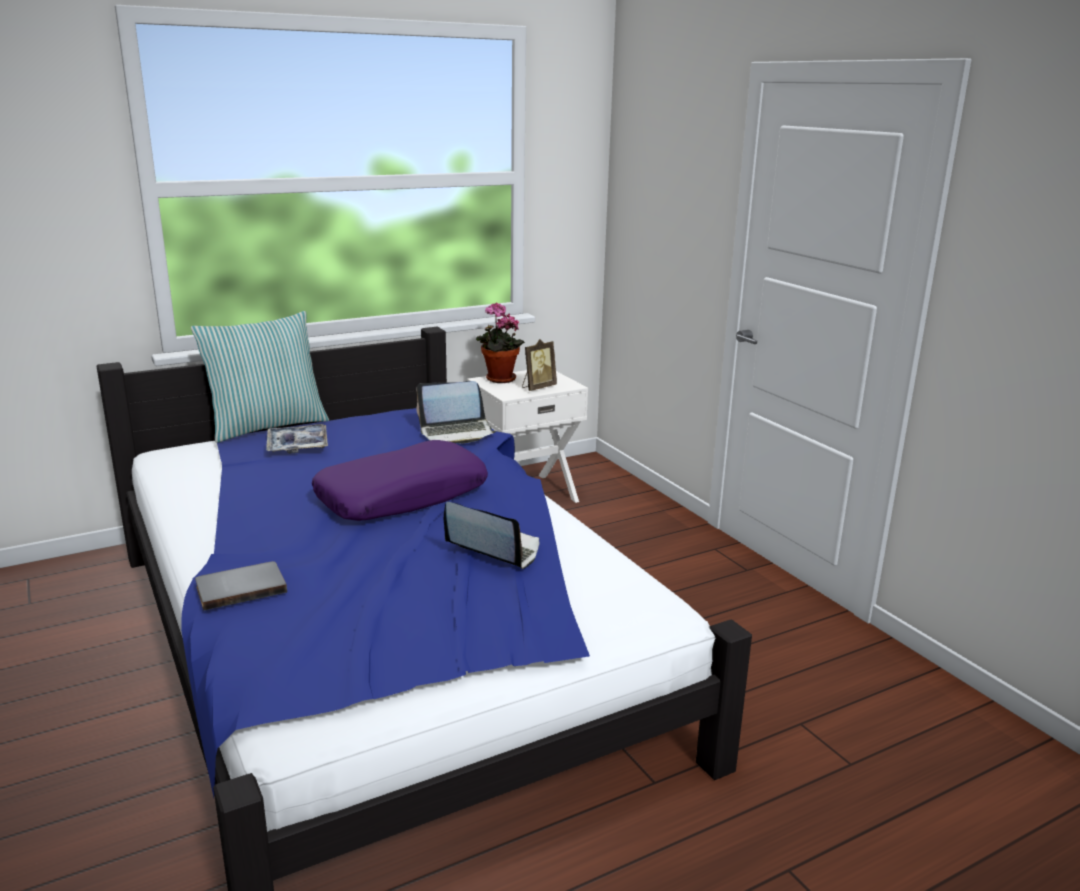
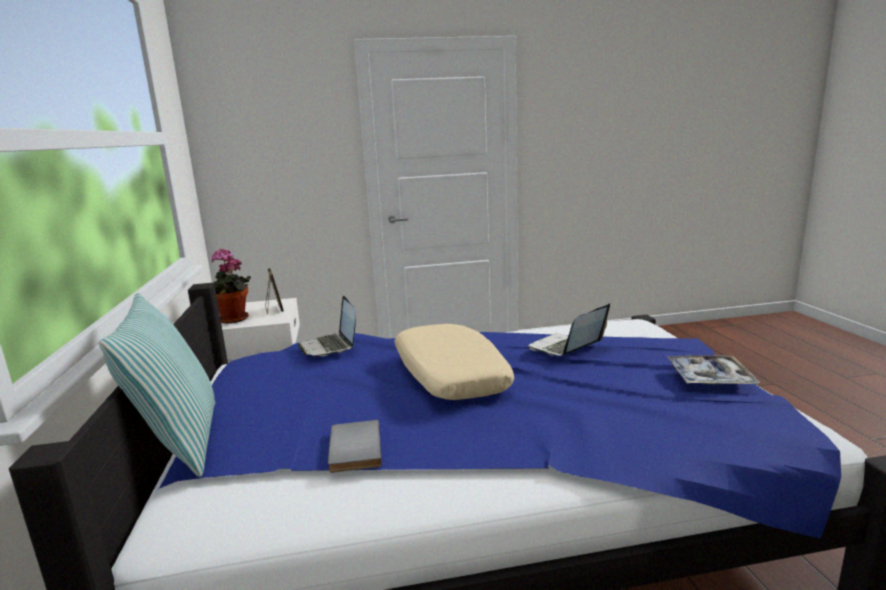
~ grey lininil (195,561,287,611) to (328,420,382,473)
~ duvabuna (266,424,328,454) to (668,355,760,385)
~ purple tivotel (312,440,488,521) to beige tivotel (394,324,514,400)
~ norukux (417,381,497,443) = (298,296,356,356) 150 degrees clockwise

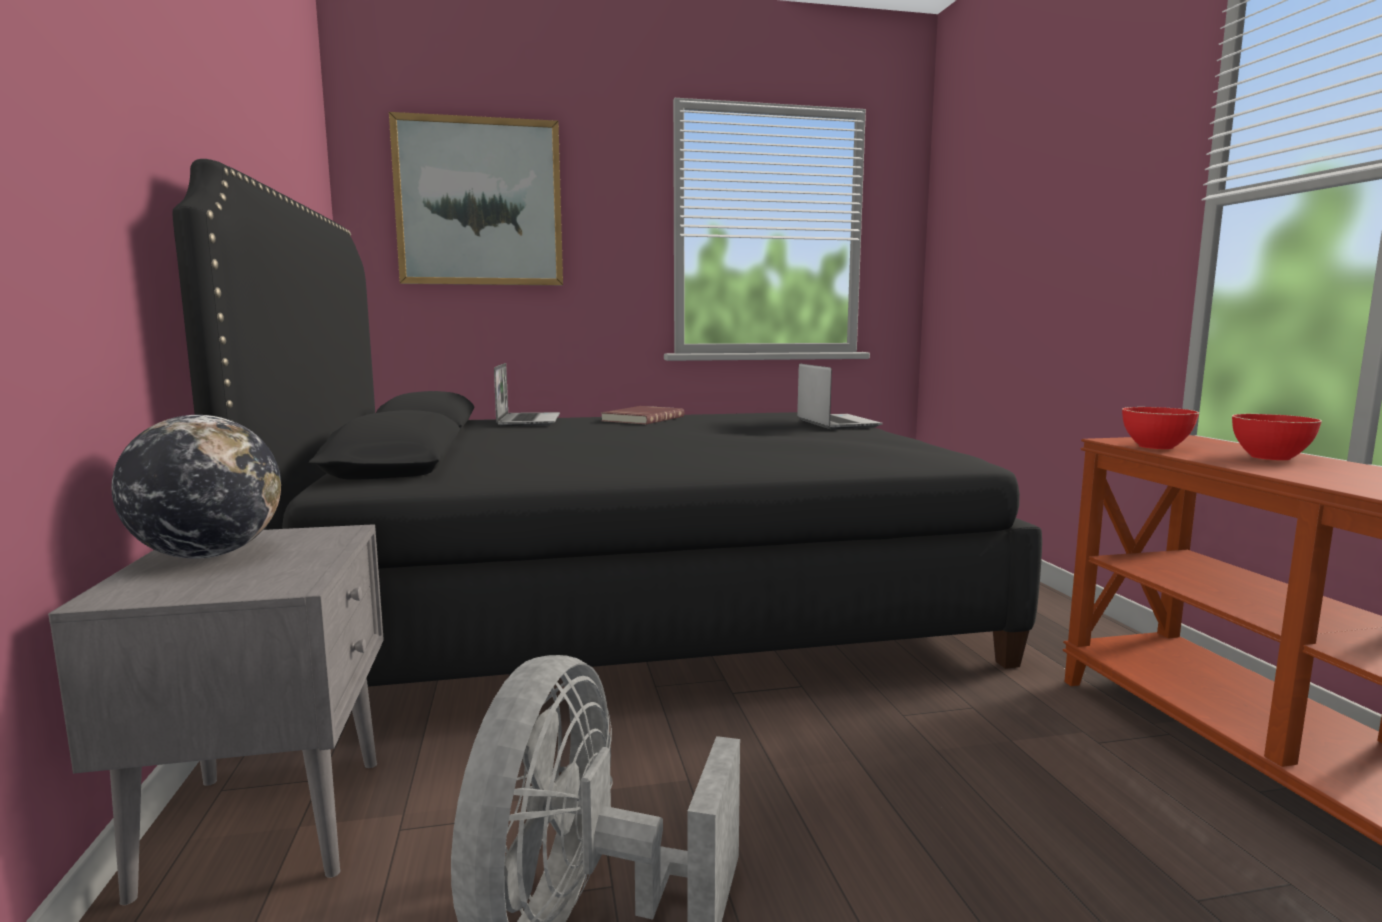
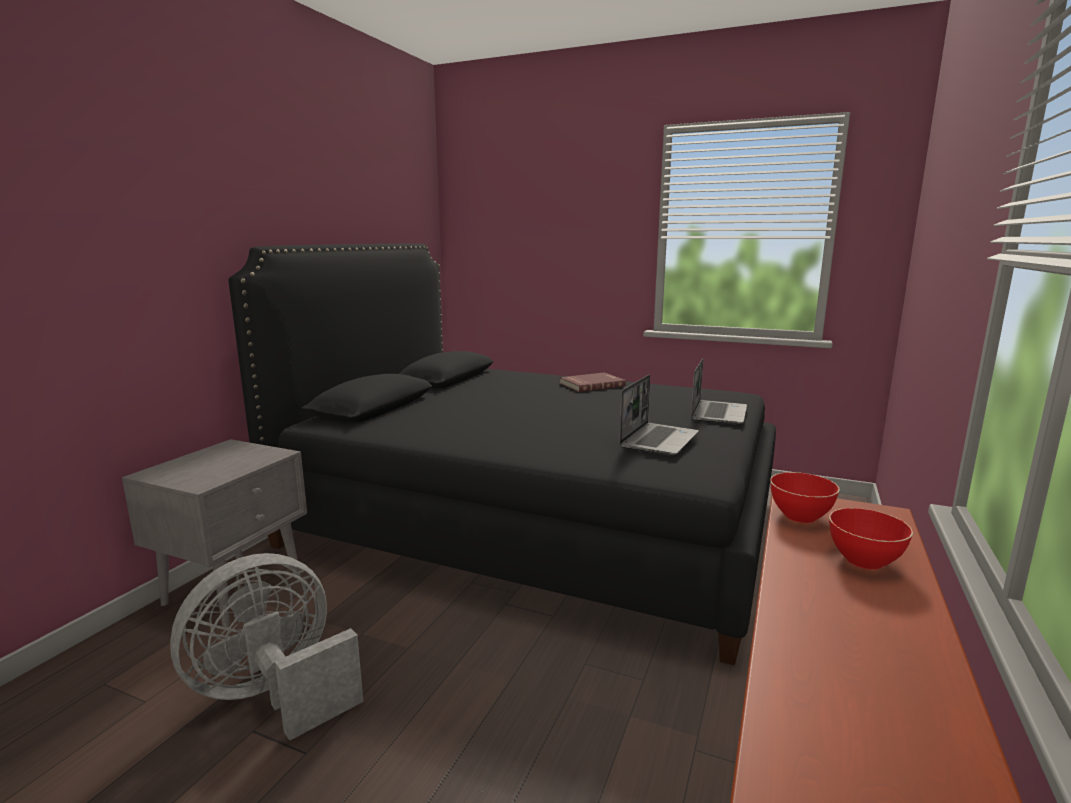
- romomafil (112,415,281,559)
- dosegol (389,112,563,285)
~ norukux (494,363,560,426) to (619,374,699,455)

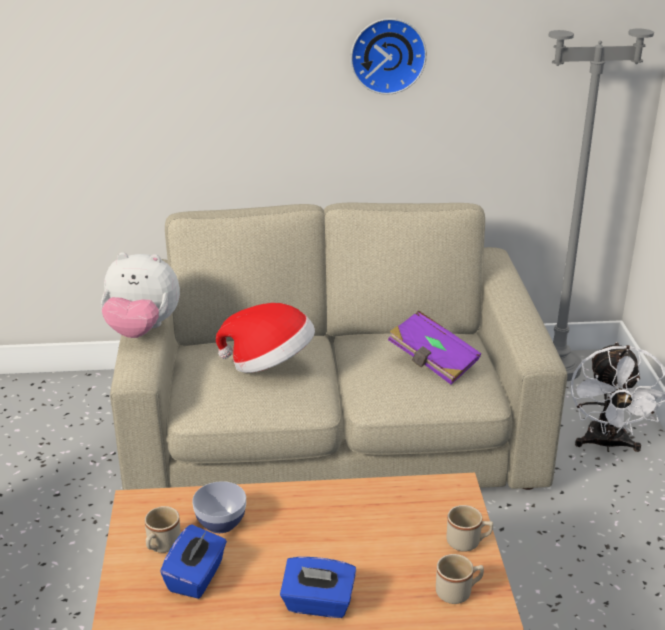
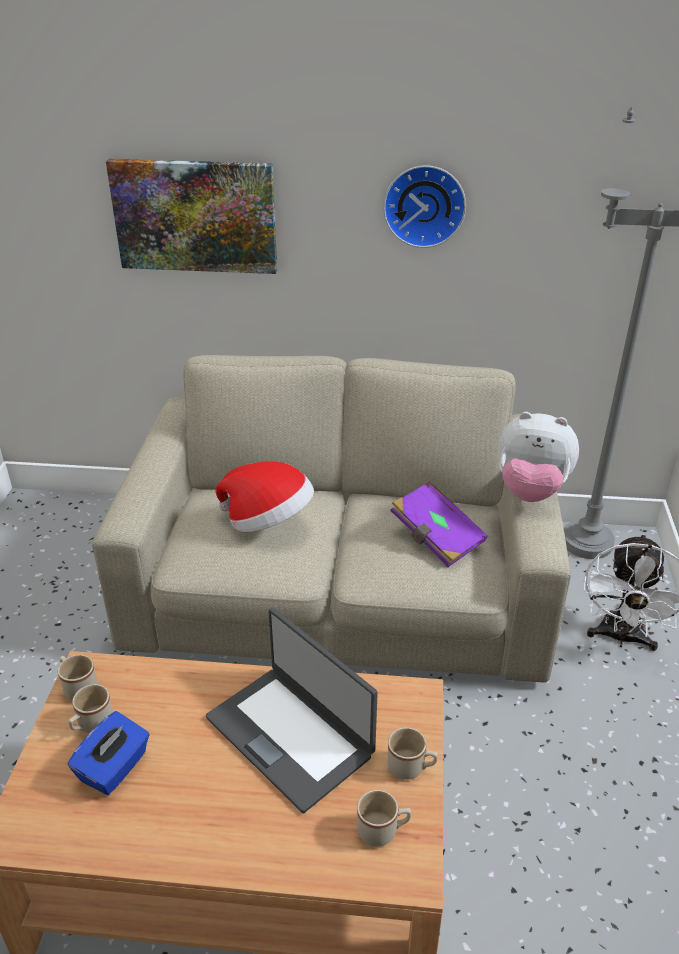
~ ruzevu (101,252,180,338) to (498,412,579,502)
- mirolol (192,481,246,533)
- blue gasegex (280,557,356,618)
+ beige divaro (58,655,98,700)
+ dosegol (106,159,277,274)
+ norukux (206,608,378,813)

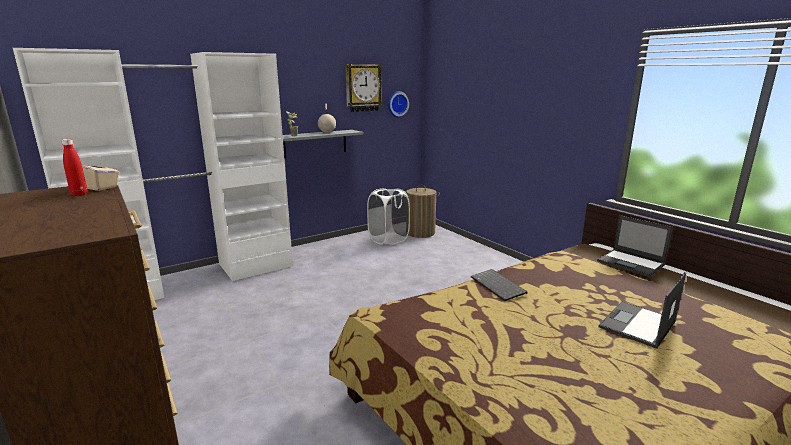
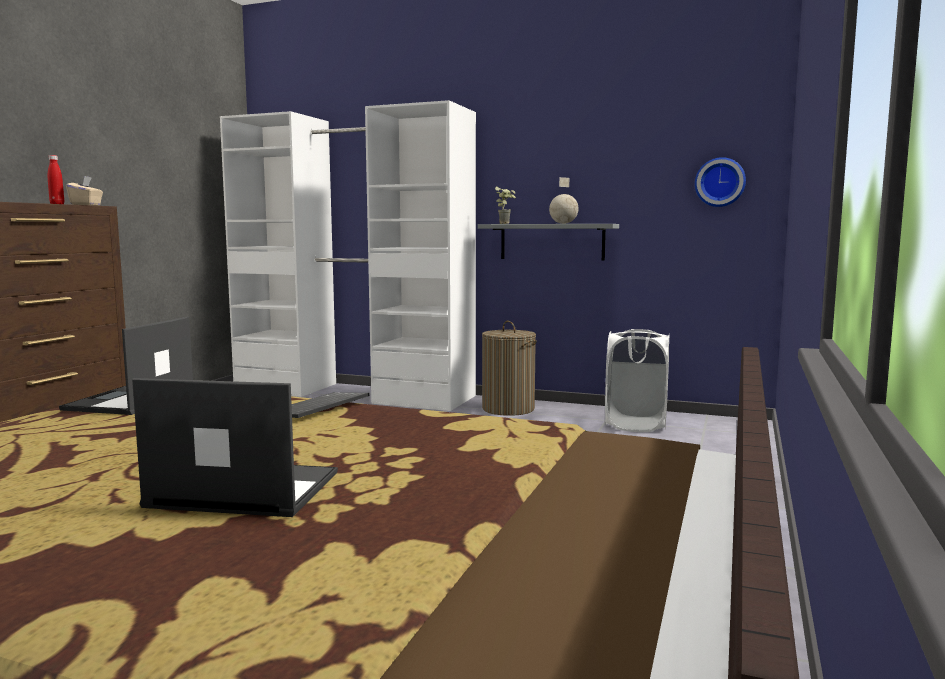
- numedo (345,64,383,112)
~ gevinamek (406,185,440,238) to (482,321,537,416)
~ norukux (597,215,673,277) to (59,317,193,415)

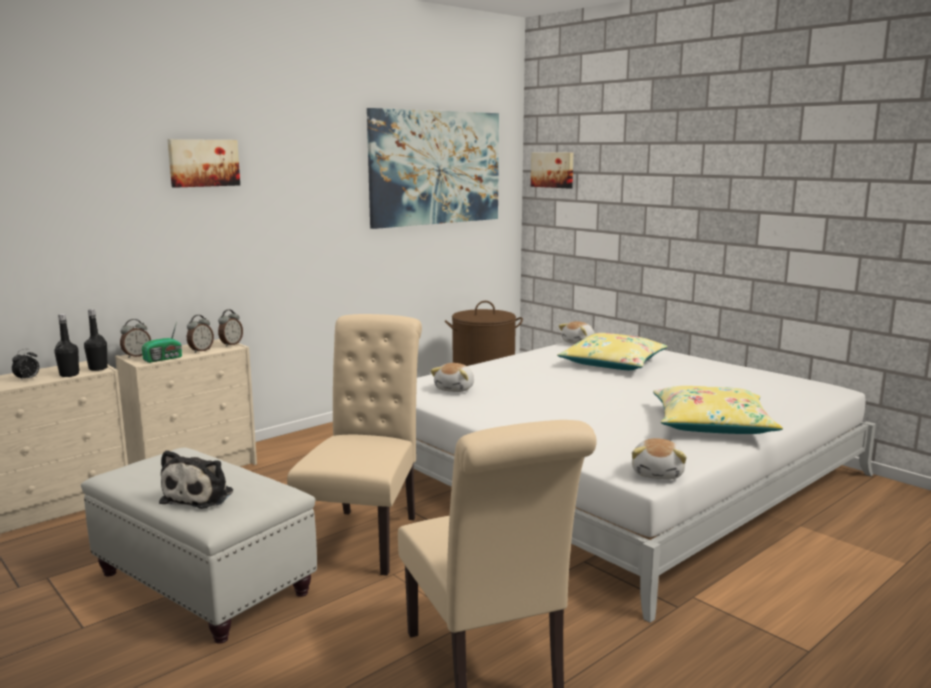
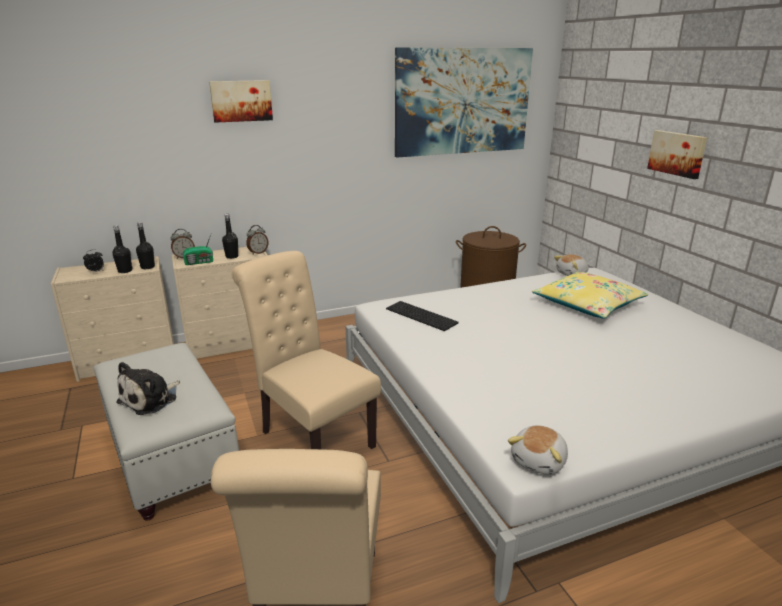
~ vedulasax (187,315,214,353) to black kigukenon (222,214,238,259)
~ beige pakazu (287,314,422,576) = (232,251,381,449) 75 degrees counterclockwise
~ ruzevu (430,363,474,392) to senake (386,301,458,331)
~ dosegol (531,152,574,189) to (647,130,707,179)
- yellow tivotel (653,386,783,434)

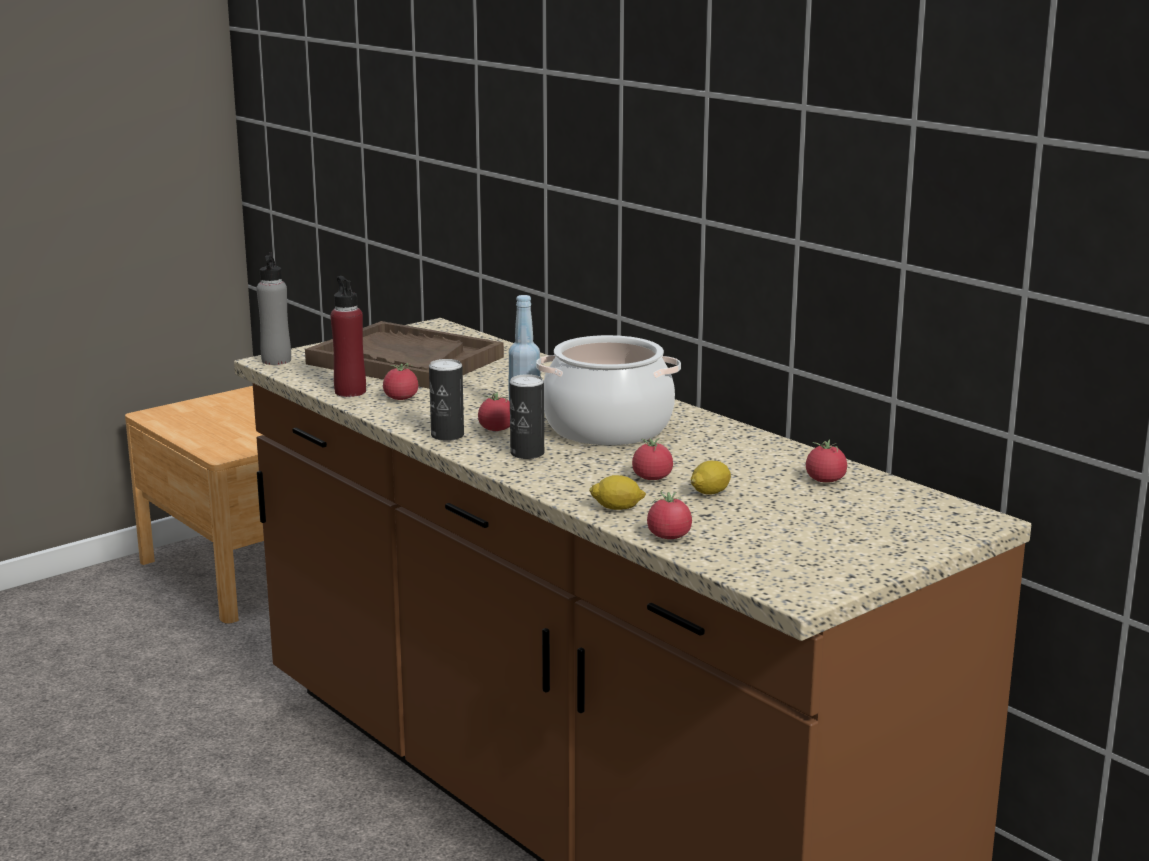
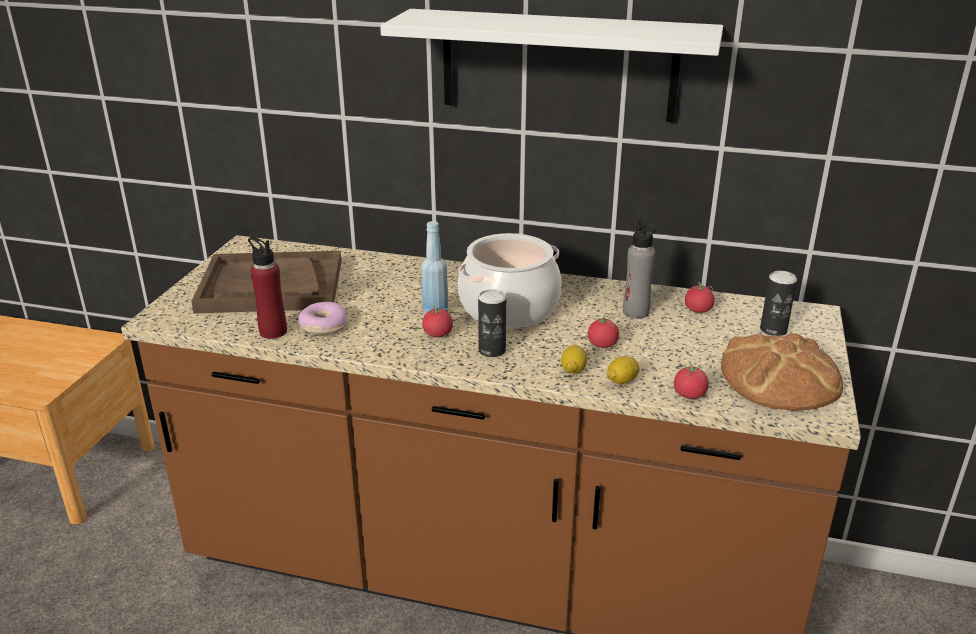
~ grey kigukenon (257,252,291,365) to (623,220,655,319)
~ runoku (383,363,418,400) to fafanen (298,302,348,335)
~ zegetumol (429,359,464,441) to (760,271,797,336)
~ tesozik (691,461,731,495) to (561,345,587,374)
+ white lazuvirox (380,9,723,122)
+ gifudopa (721,333,843,411)

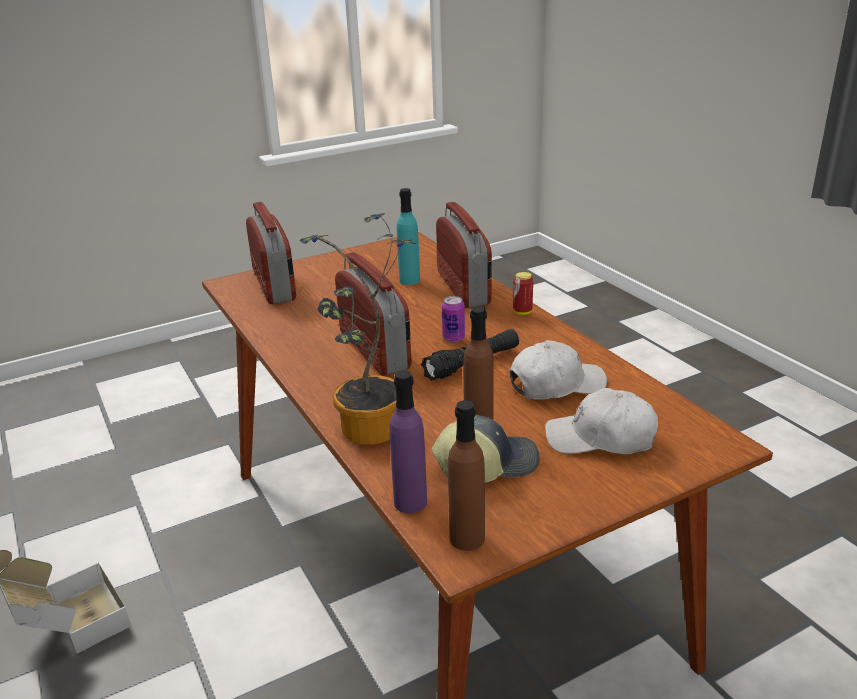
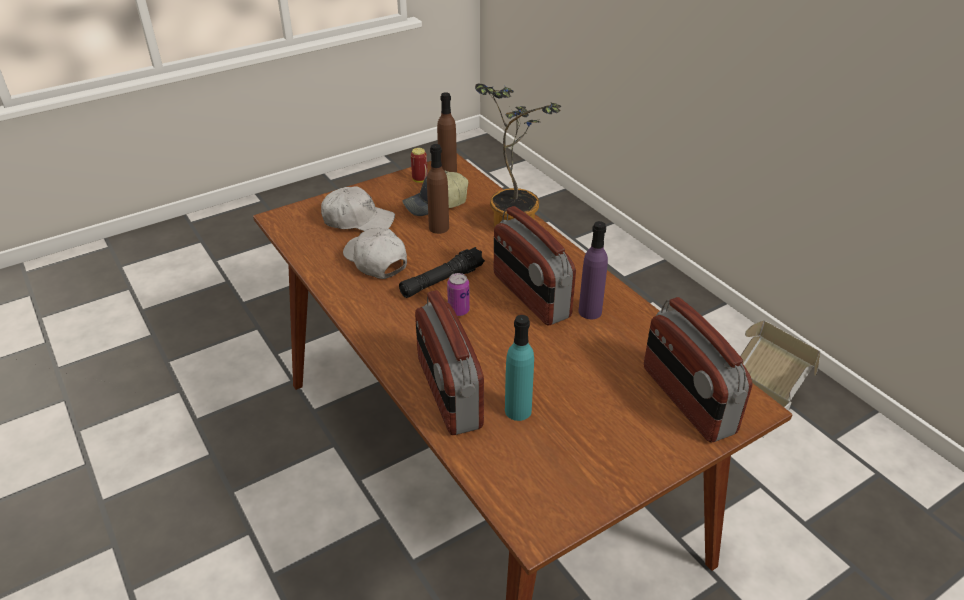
~ purple kigukenon (389,370,427,514) to (579,221,608,319)
~ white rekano (510,340,607,400) = (343,228,407,279) 75 degrees clockwise
~ zegetumol (513,272,533,315) to (411,148,428,183)

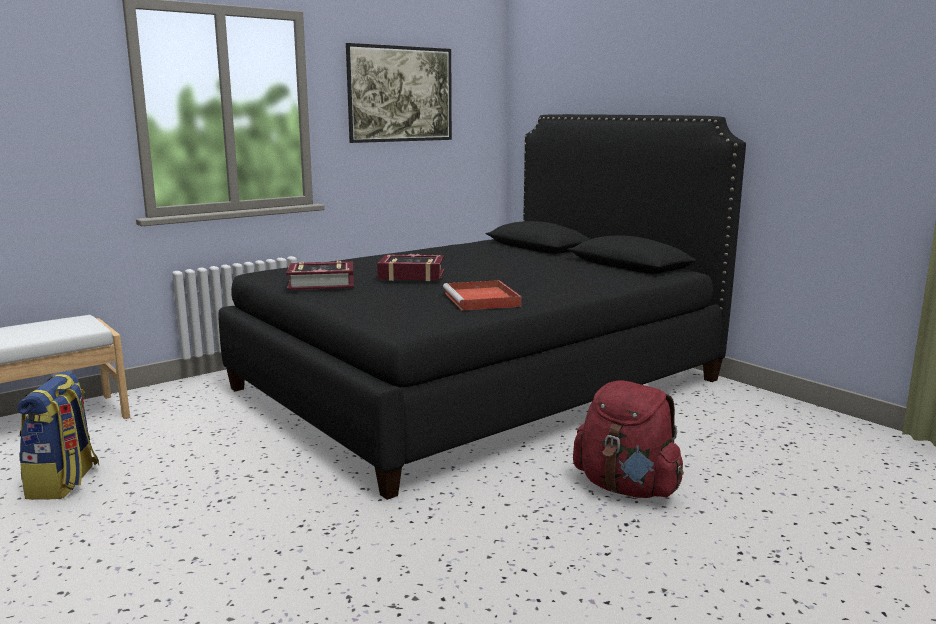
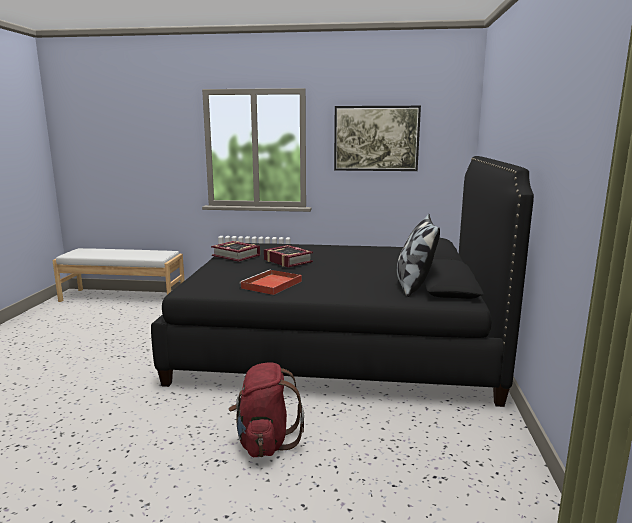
- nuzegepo (18,371,99,500)
+ tivotel (397,214,440,297)

